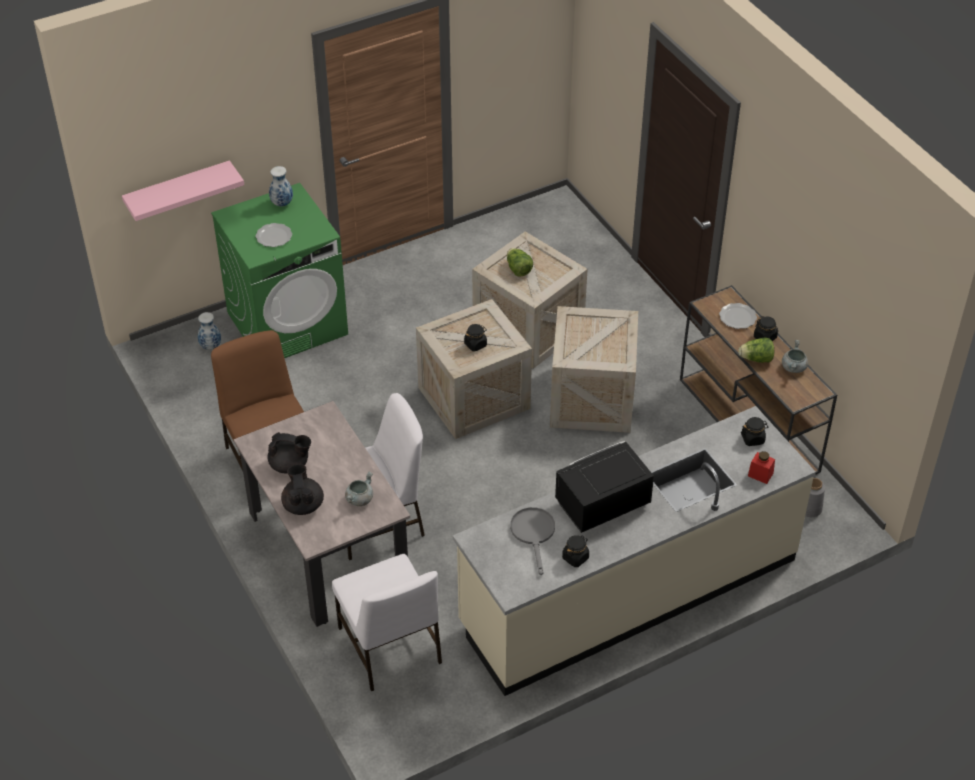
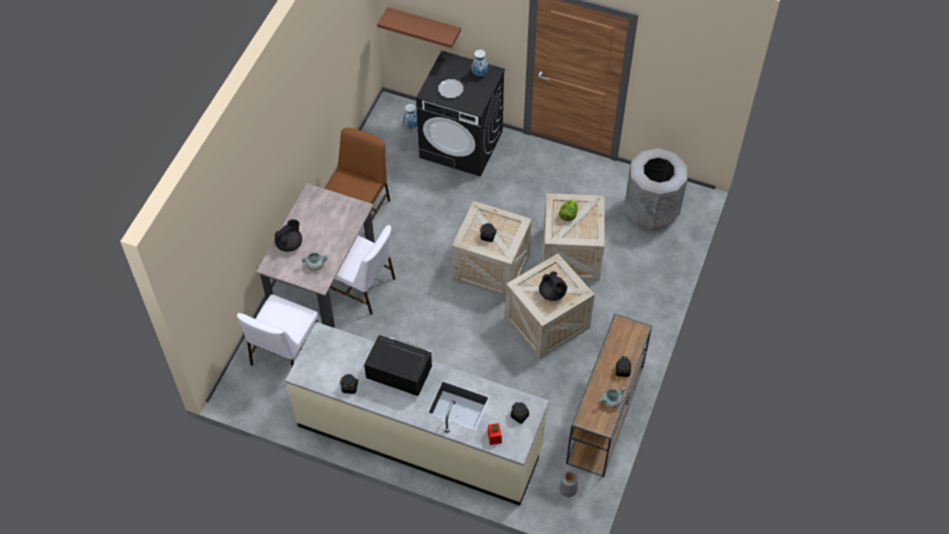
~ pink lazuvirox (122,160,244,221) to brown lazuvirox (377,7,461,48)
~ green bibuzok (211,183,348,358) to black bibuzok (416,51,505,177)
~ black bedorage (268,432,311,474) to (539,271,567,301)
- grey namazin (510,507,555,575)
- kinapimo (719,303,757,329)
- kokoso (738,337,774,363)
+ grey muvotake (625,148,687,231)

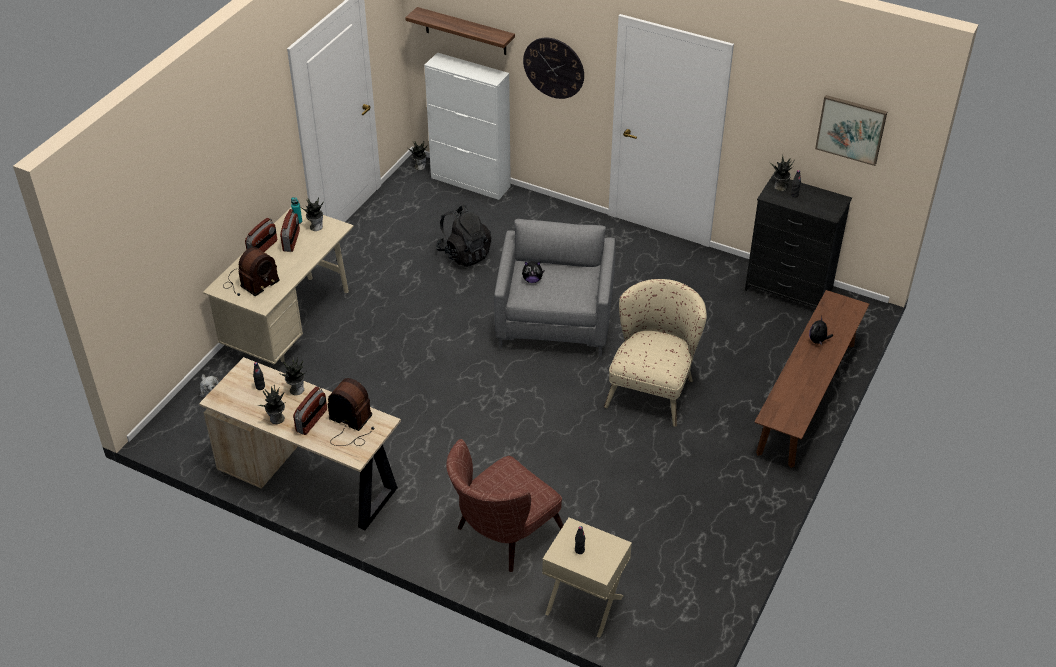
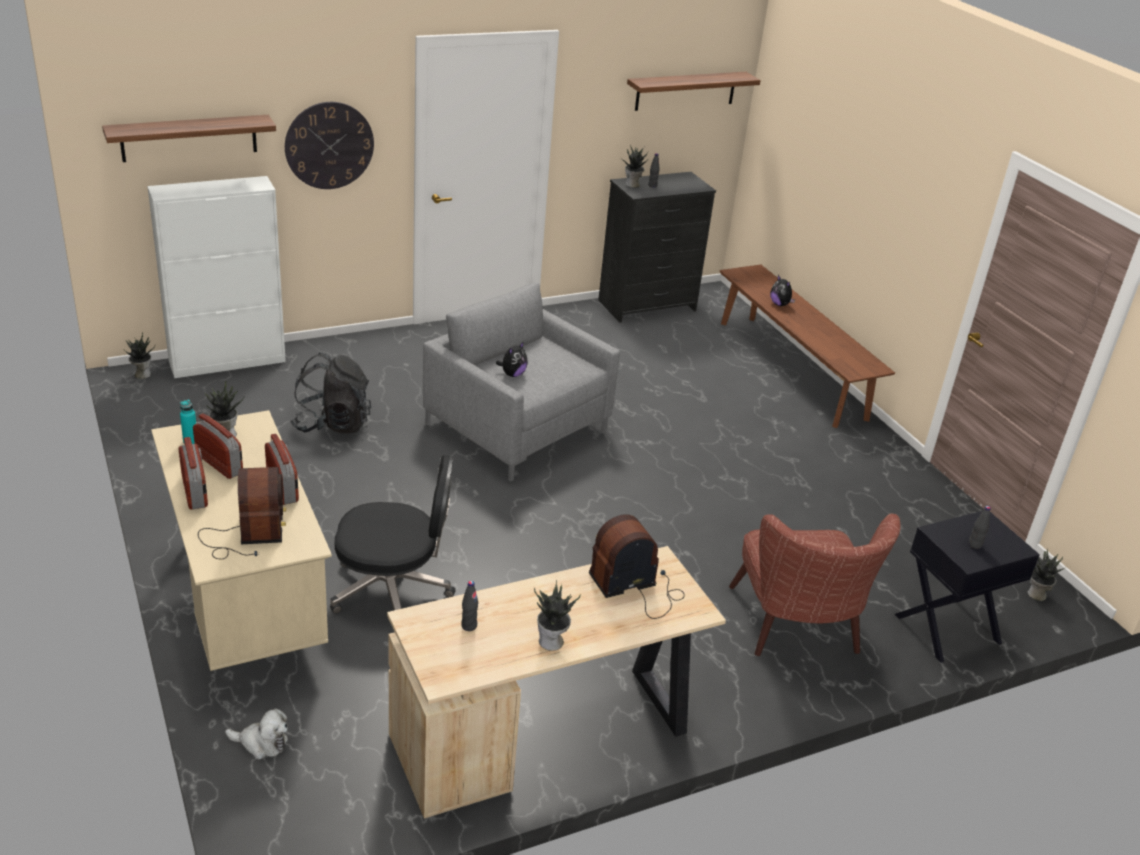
~ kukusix (279,357,307,395) to (1027,549,1064,601)
~ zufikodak (293,386,327,435) to (265,434,299,505)
~ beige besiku (542,517,632,638) to black besiku (895,511,1040,663)
- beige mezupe (604,279,706,427)
~ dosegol (815,95,887,166) to lazuvirox (627,72,761,111)
+ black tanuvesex (330,455,456,614)

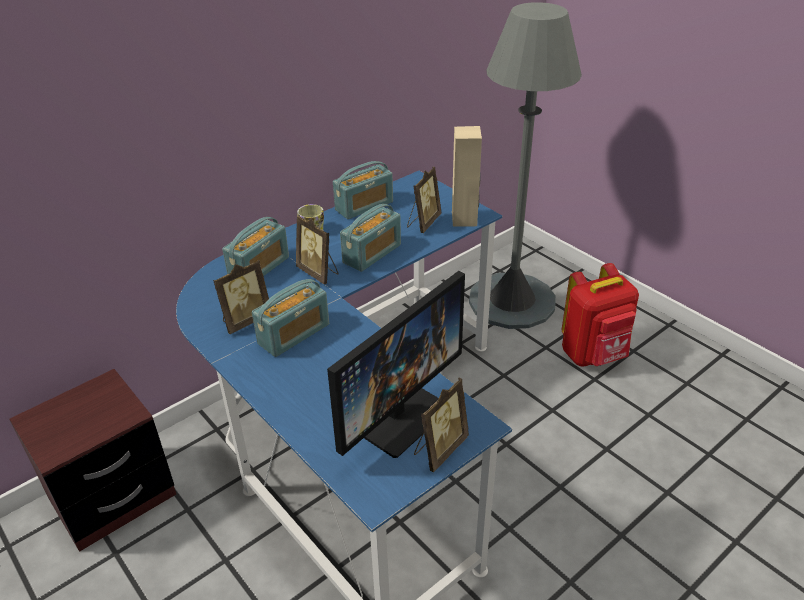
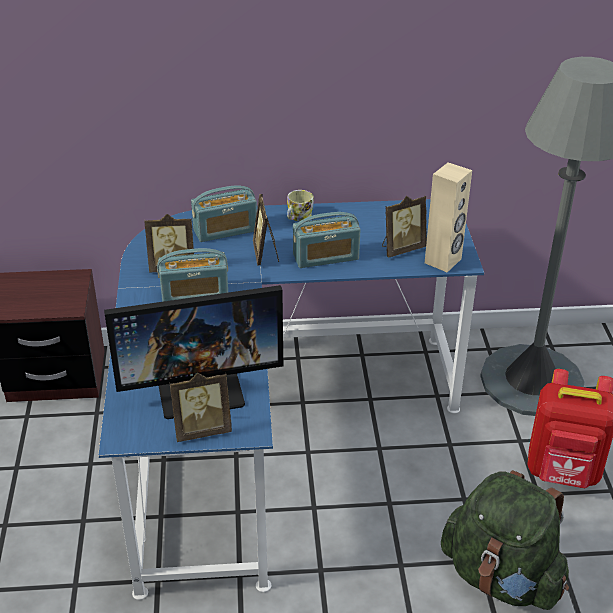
- zufikodak (333,161,393,219)
+ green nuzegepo (441,470,569,610)

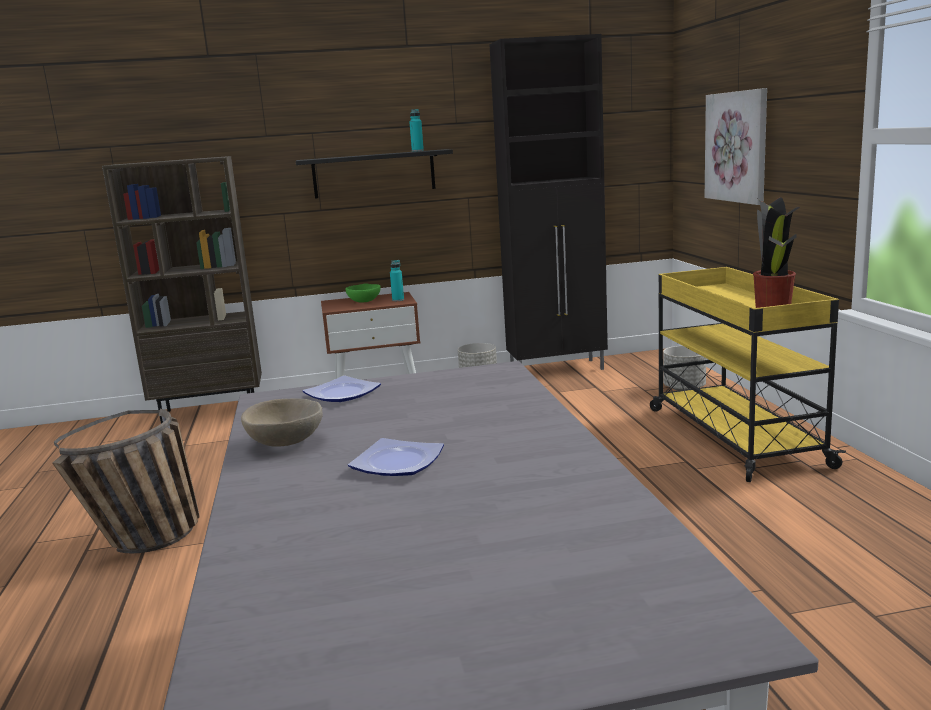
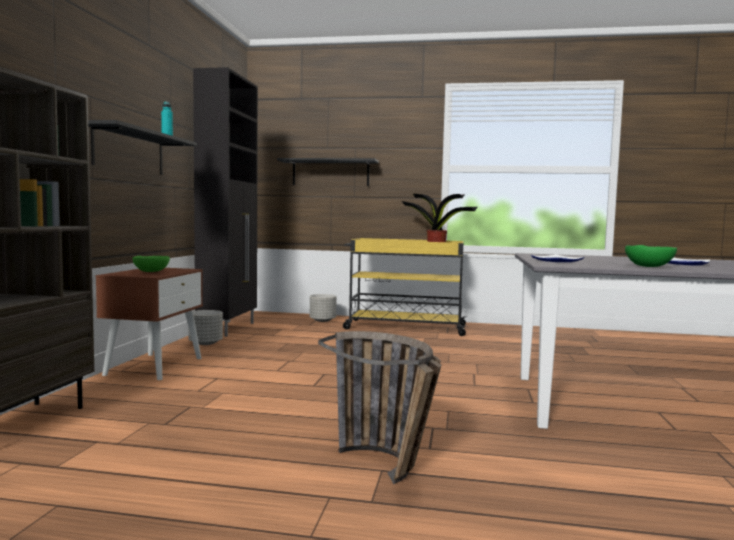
~ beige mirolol (241,398,322,447) to green mirolol (625,245,677,267)
- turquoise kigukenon (390,260,404,301)
~ dosegol (705,88,767,205) to black lazuvirox (277,158,379,186)

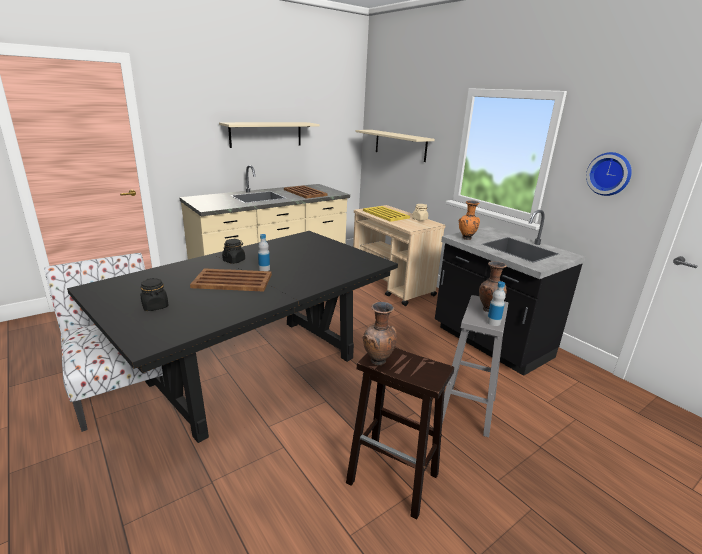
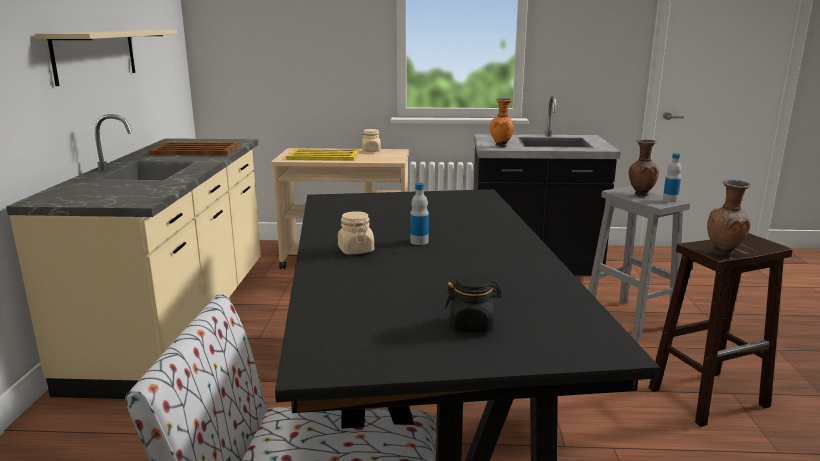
- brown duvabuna (190,268,272,292)
~ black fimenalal (222,239,245,264) to beige fimenalal (338,211,374,254)
- beige lazuvirox (355,130,435,162)
- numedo (586,152,632,196)

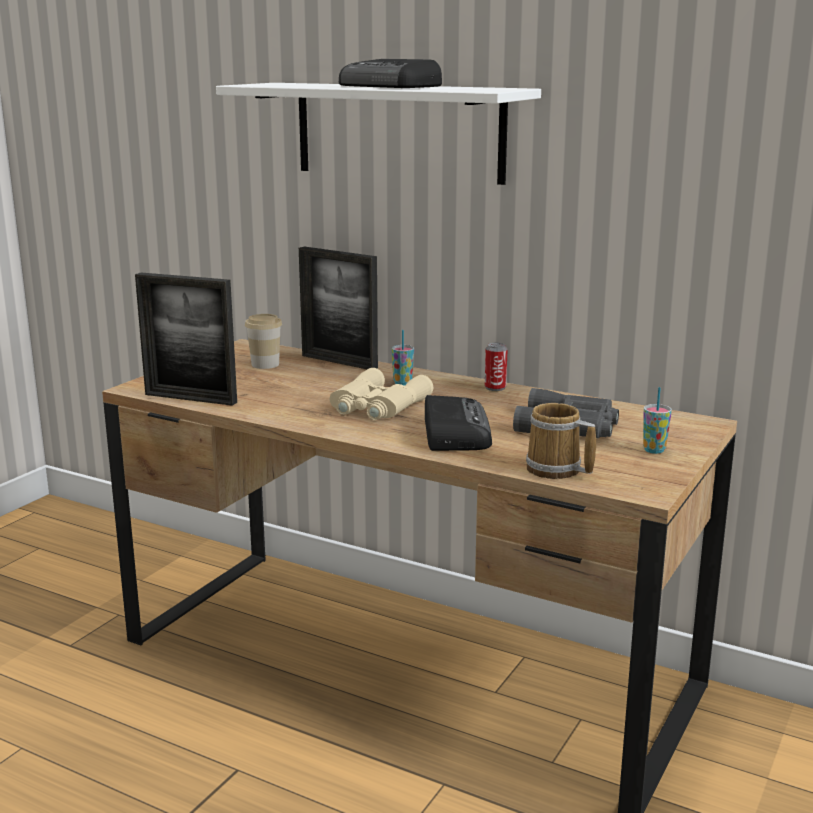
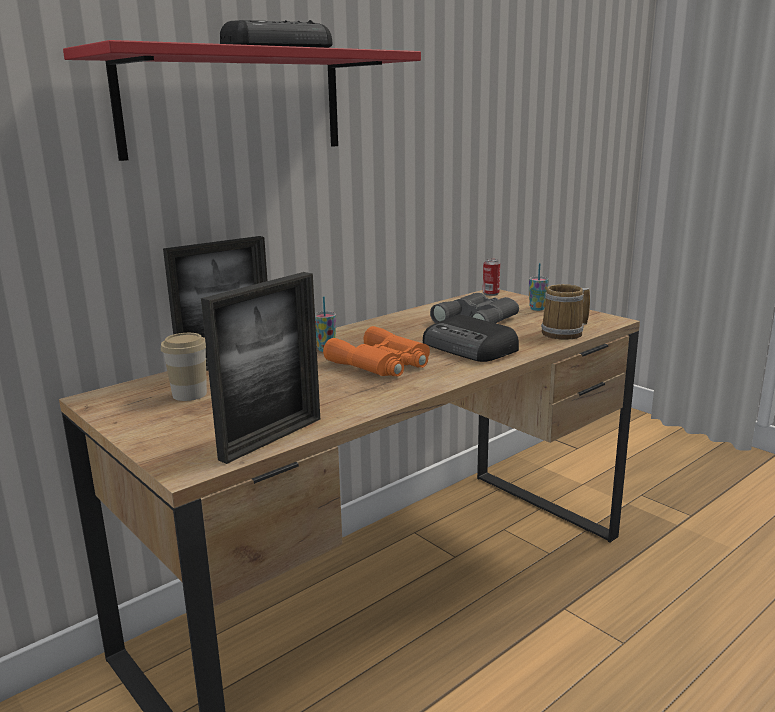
~ white lazuvirox (216,83,541,185) to red lazuvirox (63,40,421,161)
~ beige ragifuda (330,368,433,420) to orange ragifuda (323,326,430,377)
~ zufikodak (425,395,492,451) = (423,314,519,362) 150 degrees counterclockwise
~ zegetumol (485,343,507,391) to (483,259,500,296)

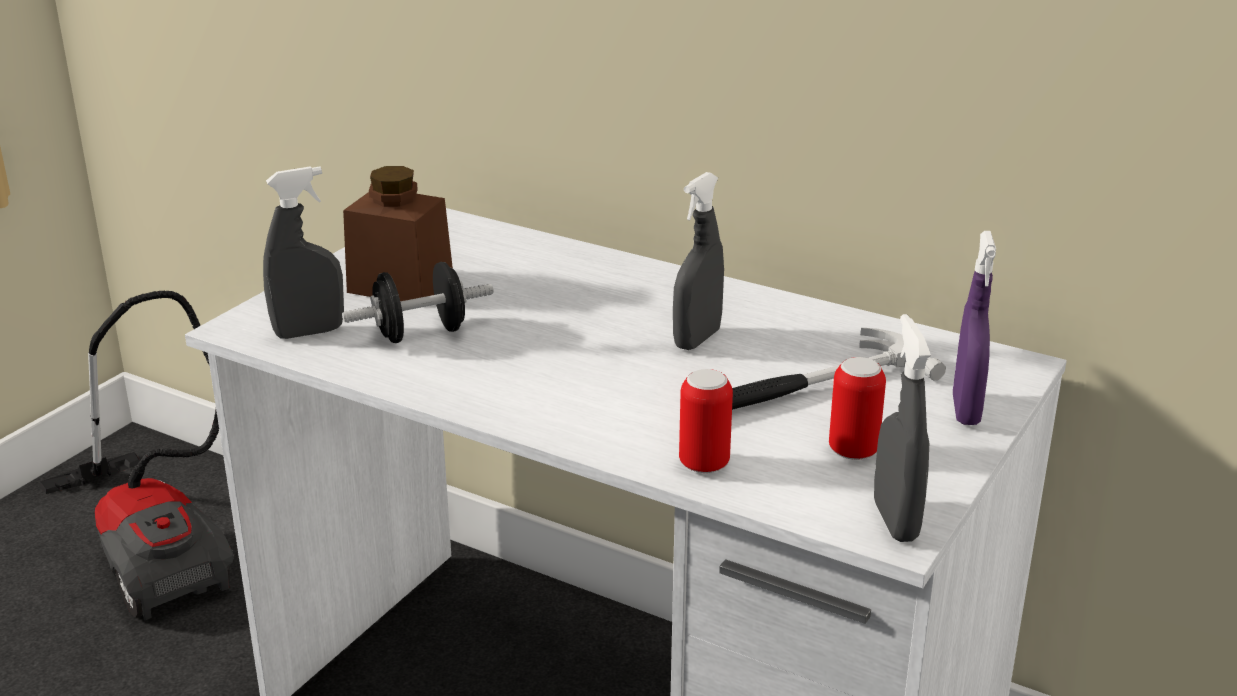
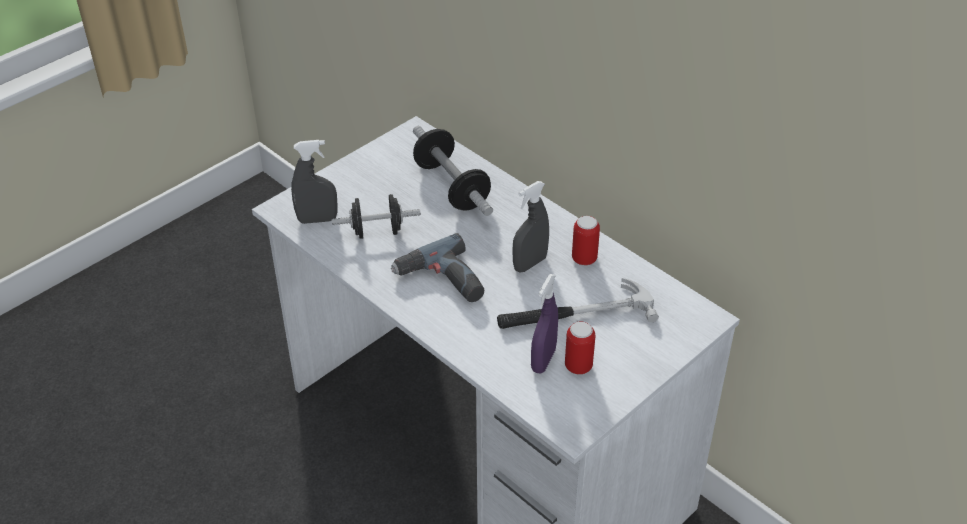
- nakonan (39,290,234,620)
- brown fimenalal (343,166,453,301)
~ zegetumol (679,369,733,473) to (572,216,600,266)
- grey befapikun (874,314,931,542)
~ purple befapikun (953,231,996,425) to (531,274,558,373)
+ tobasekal (391,233,484,302)
+ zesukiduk (413,126,493,216)

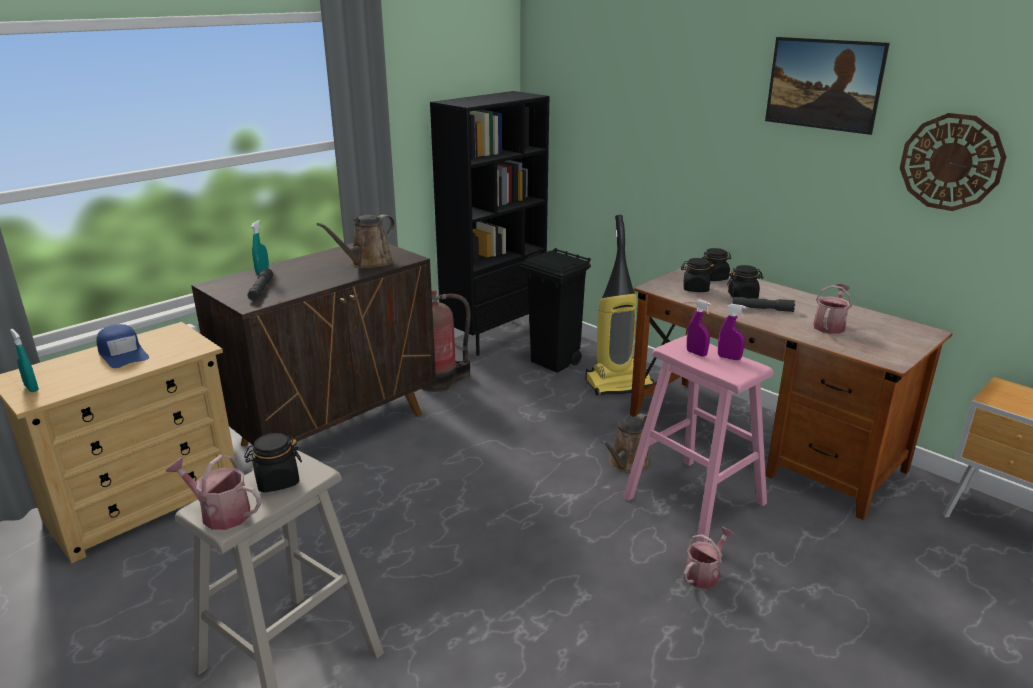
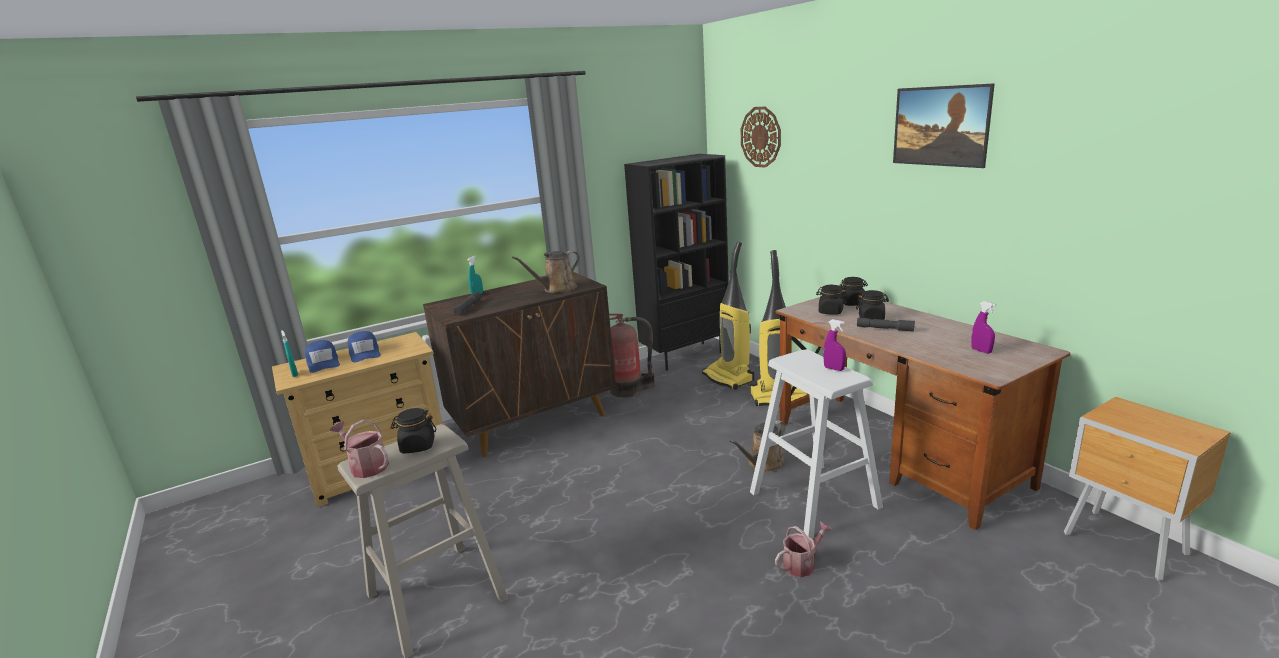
~ black muvotake (520,248,591,373) to nakonan (702,242,754,390)
~ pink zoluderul (623,335,773,542) to white zoluderul (750,349,883,539)
~ purple befapikun (687,299,711,357) to (971,301,996,354)
- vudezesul (813,284,852,334)
~ numedo (900,113,1006,211) to (741,107,781,168)
+ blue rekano (305,340,340,373)

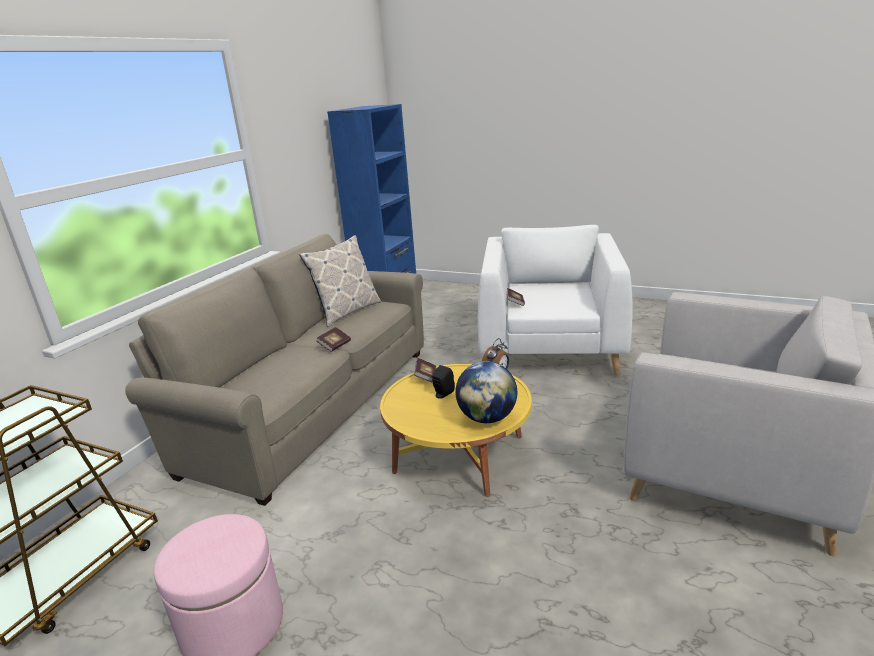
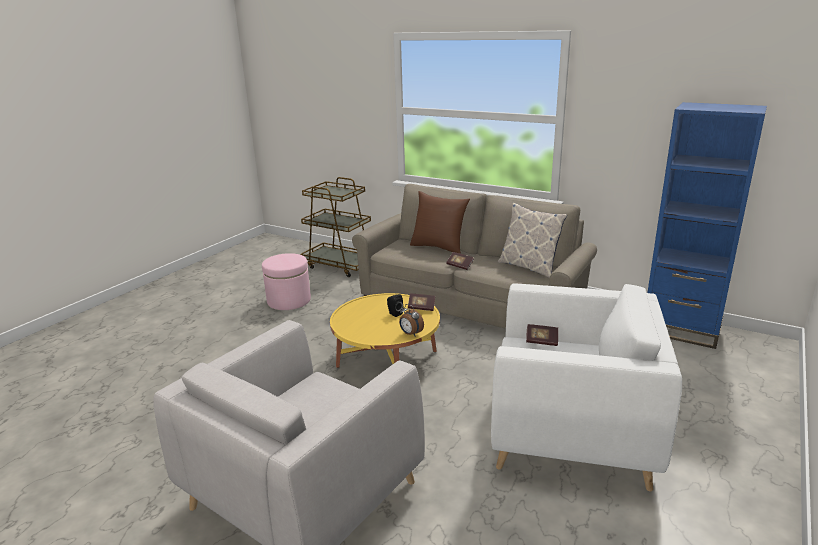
- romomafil (455,361,517,423)
+ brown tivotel (410,191,470,254)

